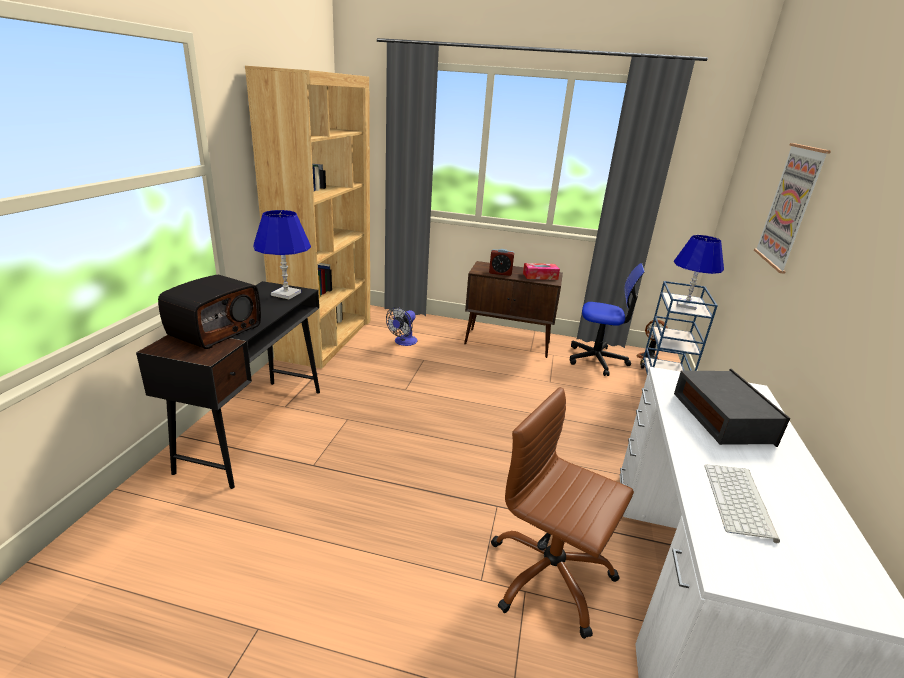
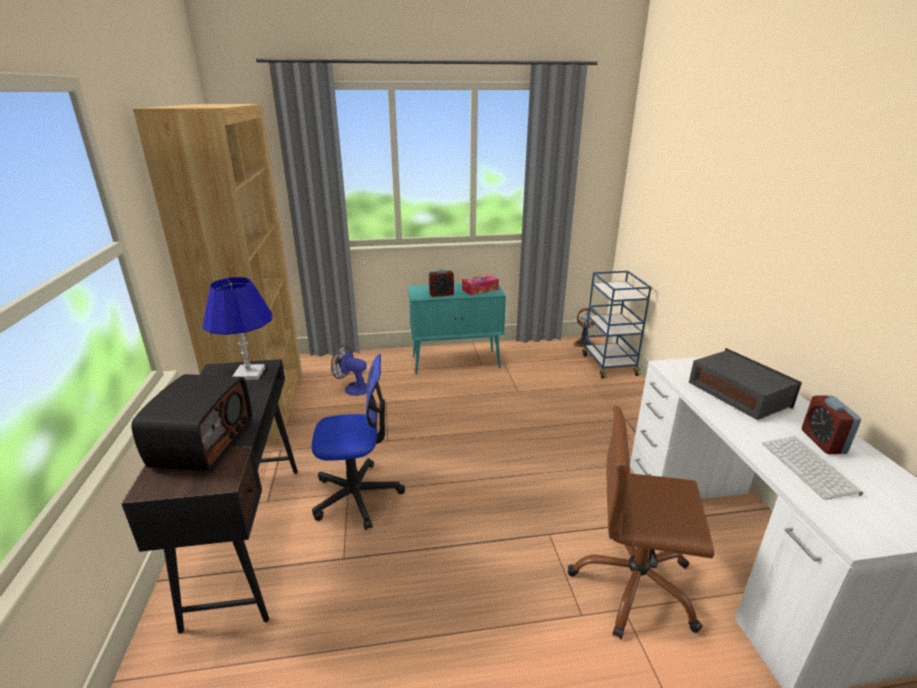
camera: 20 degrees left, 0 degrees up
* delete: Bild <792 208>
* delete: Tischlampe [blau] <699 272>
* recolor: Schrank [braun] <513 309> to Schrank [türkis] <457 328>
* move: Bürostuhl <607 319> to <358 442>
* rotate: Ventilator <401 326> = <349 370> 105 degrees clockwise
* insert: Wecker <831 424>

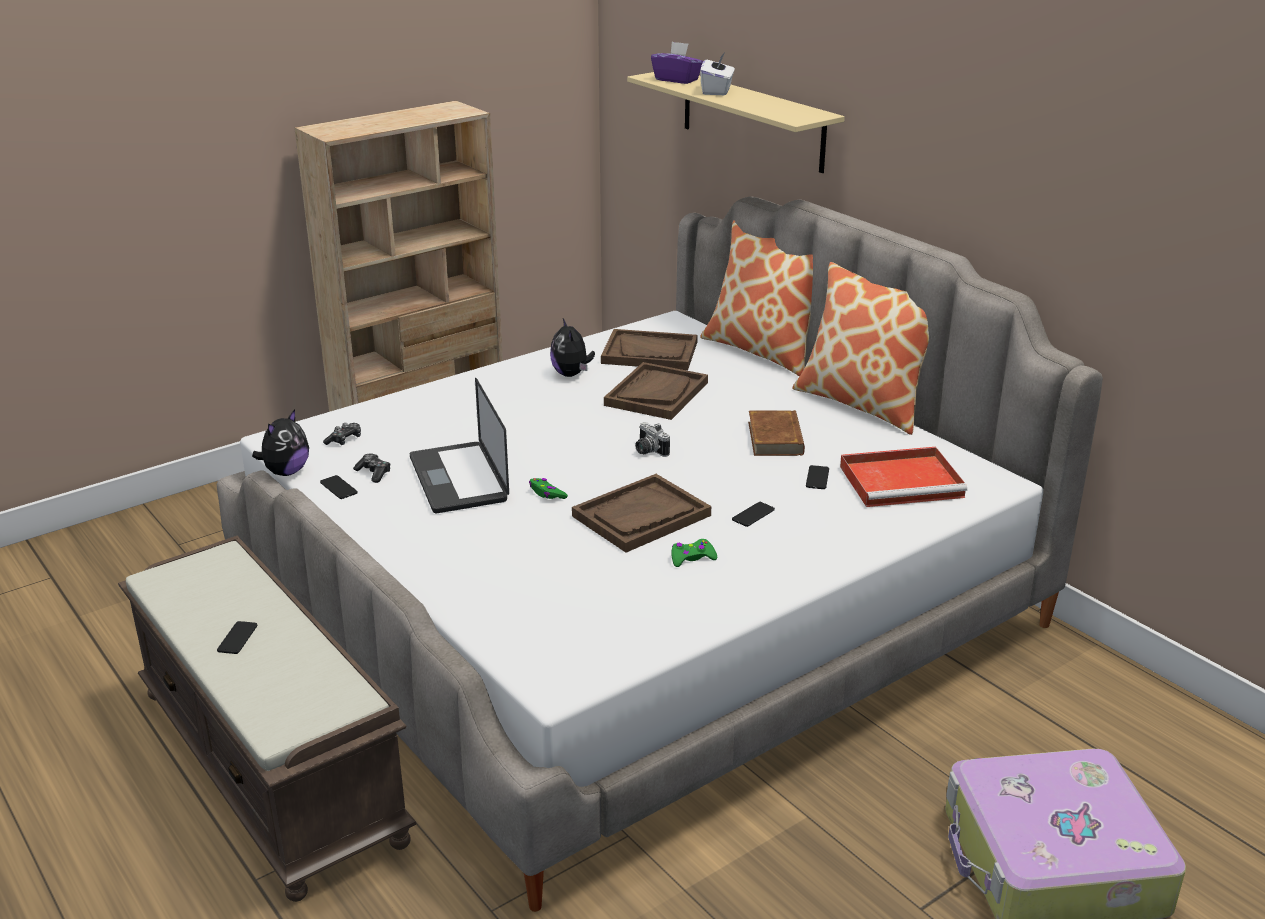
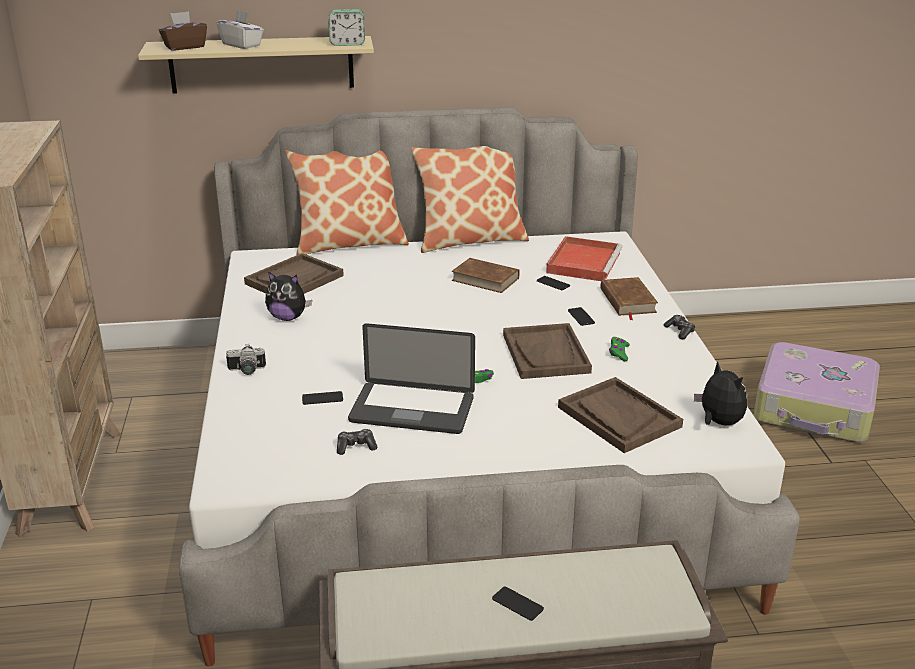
camera: 60 degrees left, 0 degrees up
* recolor: Taschentuchbox [lila] <677 62> to Taschentuchbox [braun] <183 31>
* move: Tablett [braun] <656 391> to <620 415>
* move: Plüschtier <280 442> to <720 393>
* move: Kamera <652 439> to <246 359>
* move: Gamepad <342 434> to <679 327>
* move: Handy <339 487> to <322 398>
* insert: Wecker <346 27>
* insert: Buch [braun] <629 298>

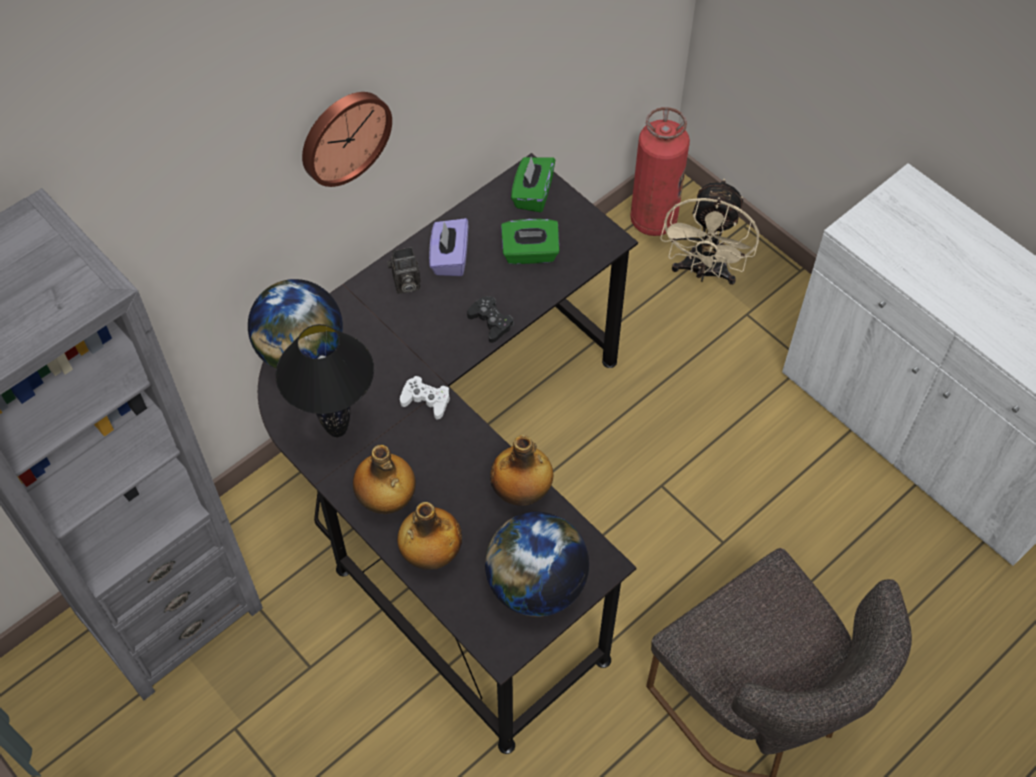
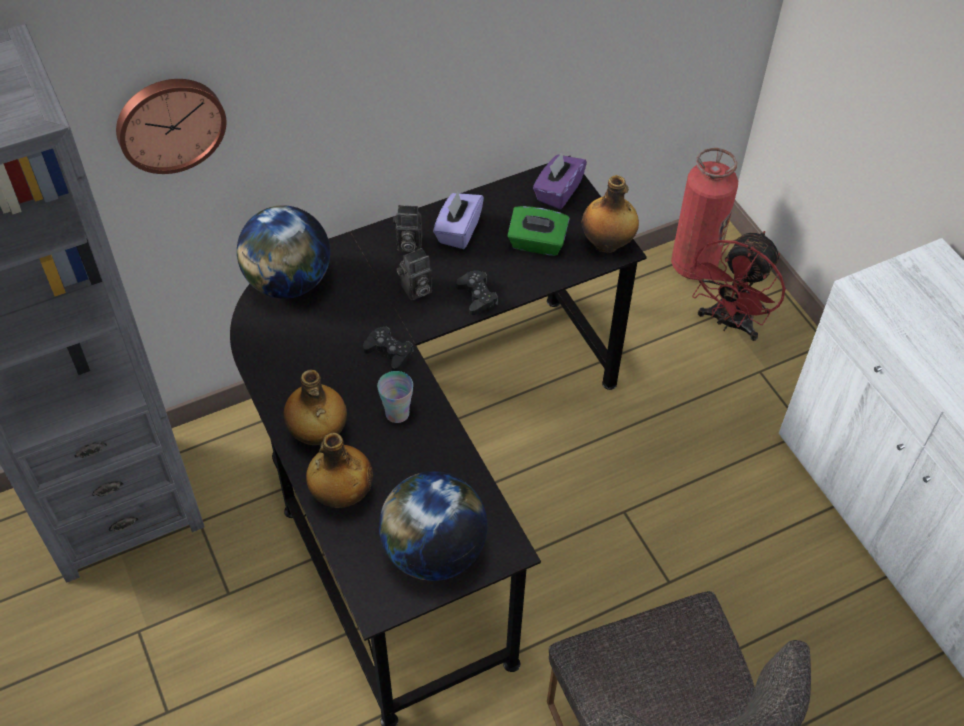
camera: 15 degrees right, 5 degrees down
* move: Wanduhr <347 139> to <171 126>
* recolor: Taschentuchbox [grün] <533 184> to Taschentuchbox [lila] <560 181>
* recolor: Ventilator [beige] <709 231> to Ventilator [rot] <736 286>
* delete: Tischlampe [schwarz] <325 380>
* recolor: Gamepad [weiß] <425 398> to Gamepad [schwarz] <388 348>
* move: Flasche <521 470> to <610 214>
* insert: Kamera <415 274>
* insert: Tasse <395 397>

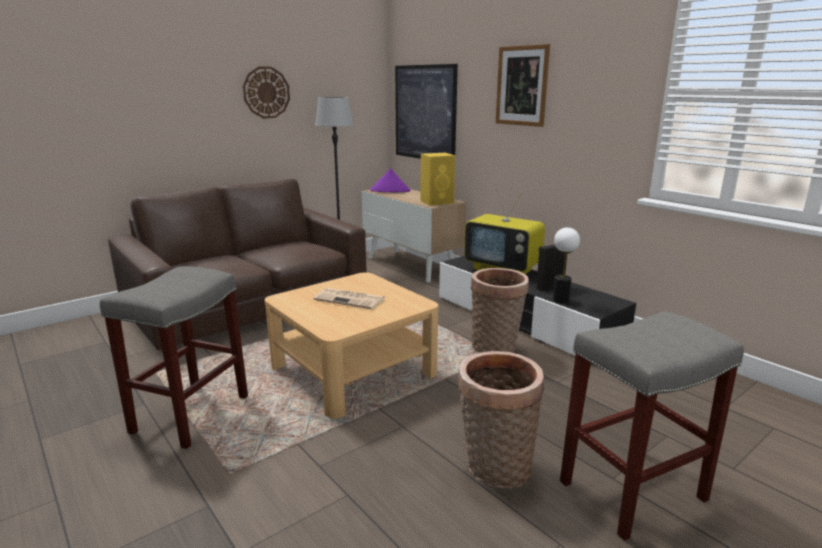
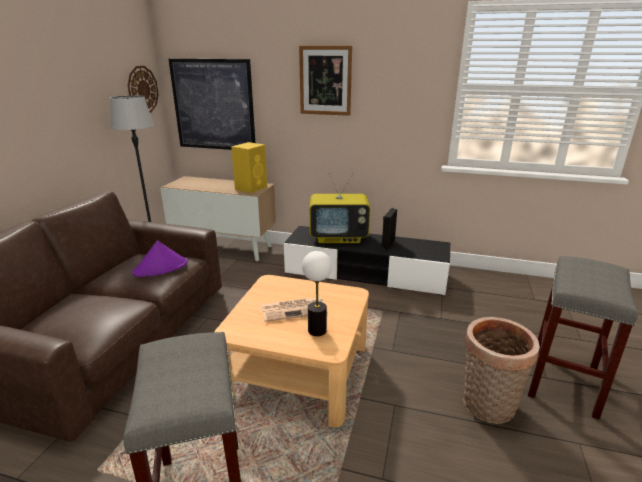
camera: 35 degrees left, 5 degrees up
* move: Wanduhr <266 92> to <143 89>
* move: Hut [lila] <390 180> to <160 258>
* move: Tischlampe <566 265> to <317 293>
* delete: Korb <500 310>

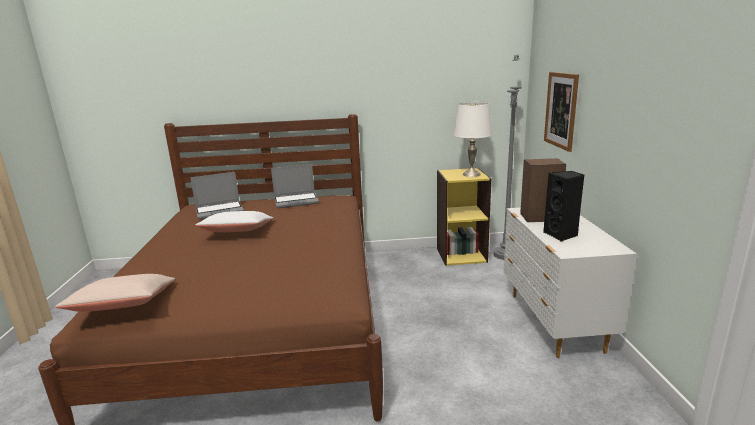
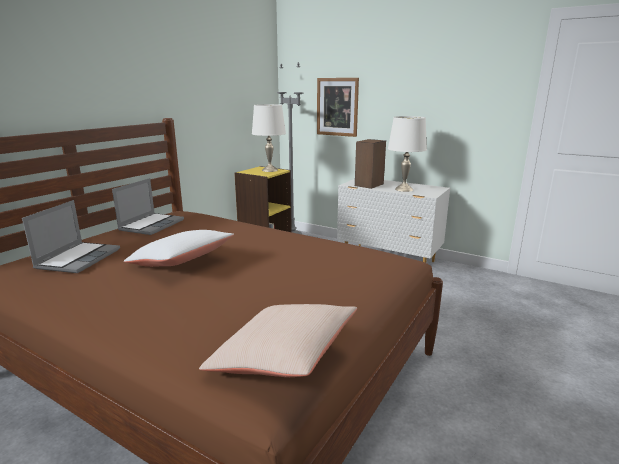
camera: 55 degrees left, 0 degrees up
* replace: Lautsprecher [schwarz] <564 206> to Tischlampe [weiß] <407 154>

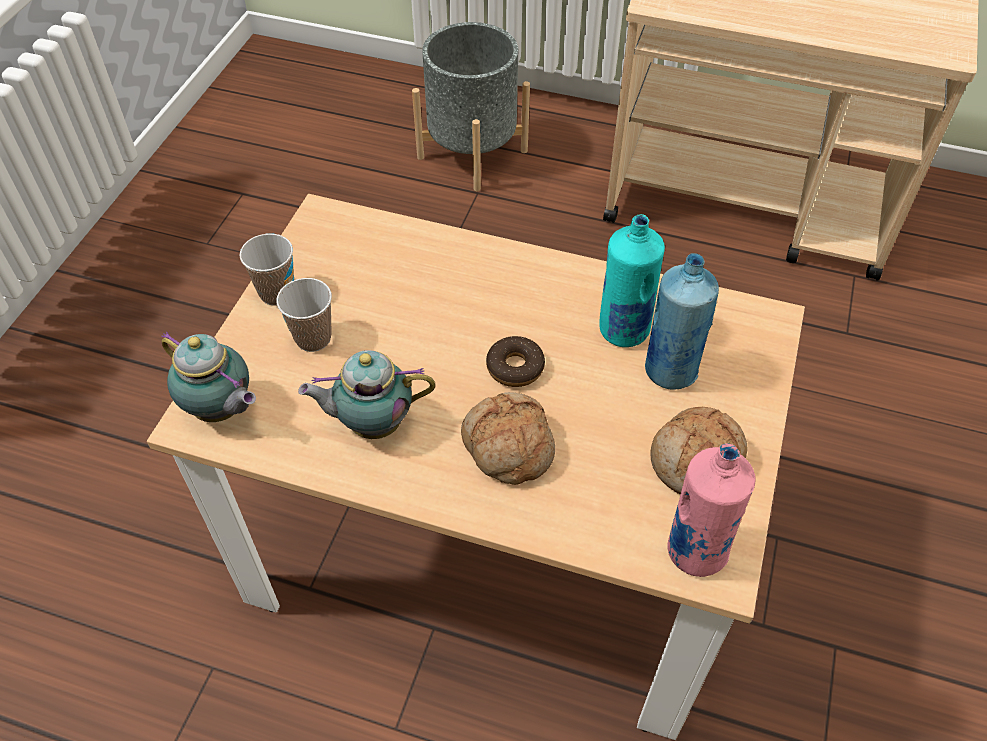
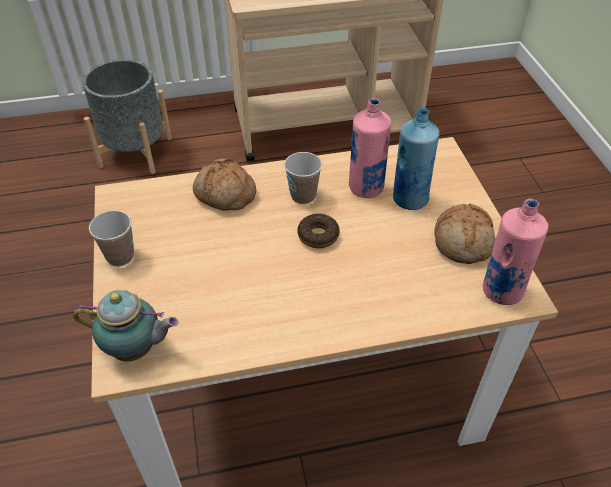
camera: 30 degrees left, 5 degrees down
* recolor: Flasche [türkis] <632 280> to Flasche [rosa] <370 148>
* move: Tasse <304 315> to <303 178>
* delete: Teekanne <366 394>
* move: Brot <508 438> to <224 184>

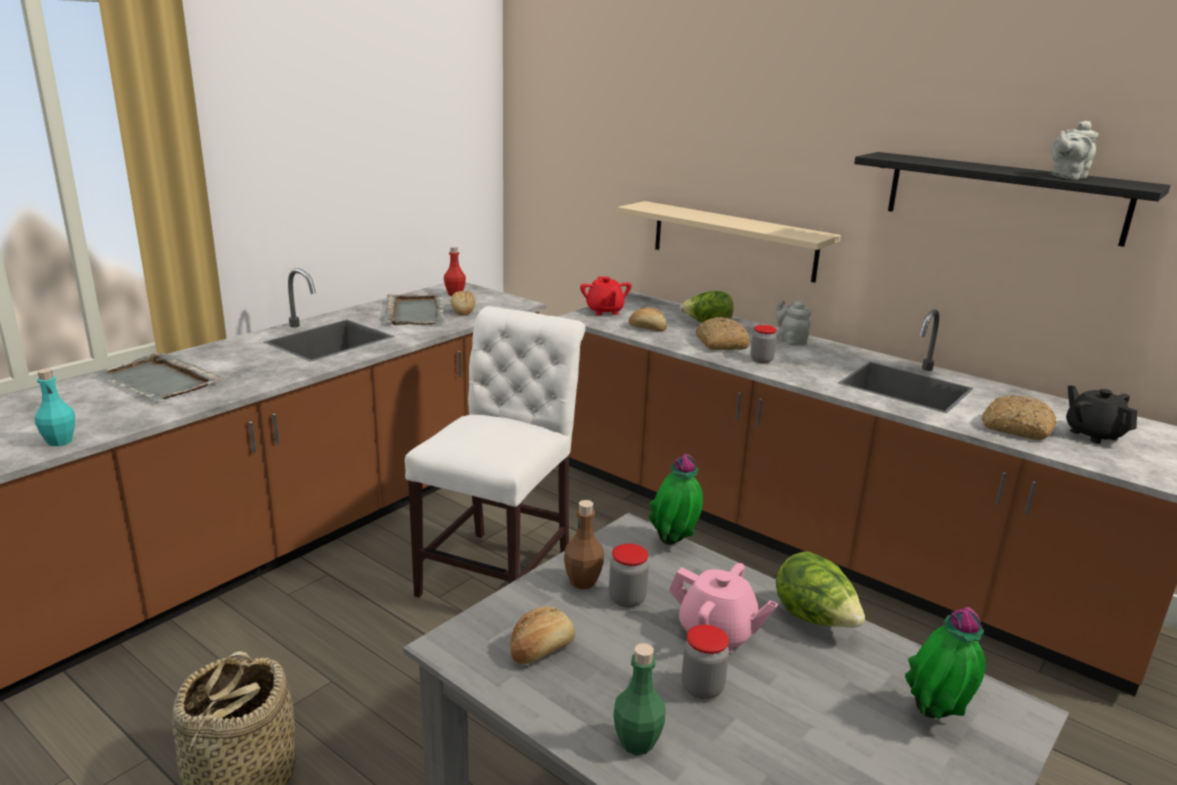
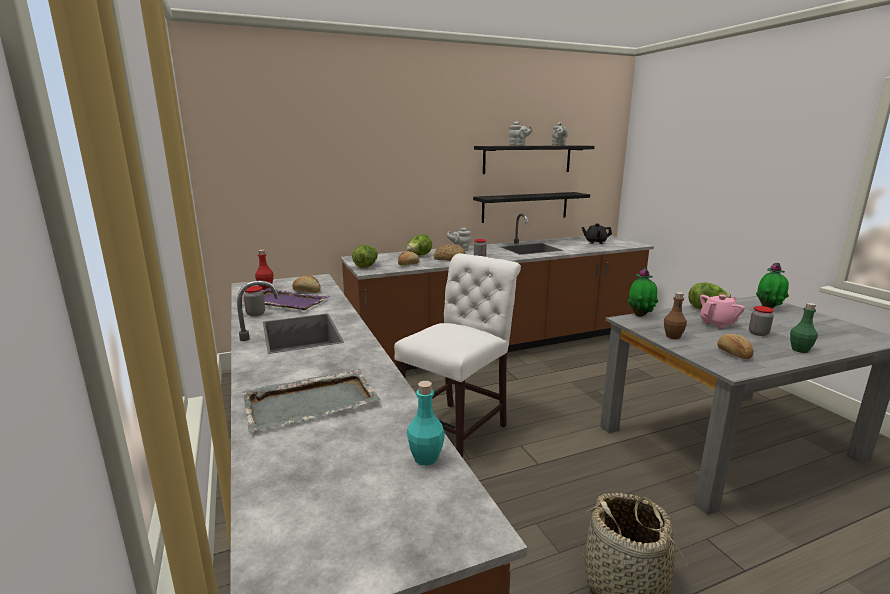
camera: 60 degrees left, 5 degrees down
* delete: Wandregal [beige] <729 242>
* replace: Teekanne [rot] <606 296> to Salatkopf <365 256>
* recolor: Tablett [grau] <415 309> to Tablett [lila] <286 299>
* rotate: Stuhl [weiß] <495 451> = <457 355> 75 degrees clockwise
* delete: Brot <1019 417>
* move: Vorratsglas <629 576> to <254 301>
* insert: Teekanne [grau] <520 133>
* insert: Wandregal [schwarz] <531 207>

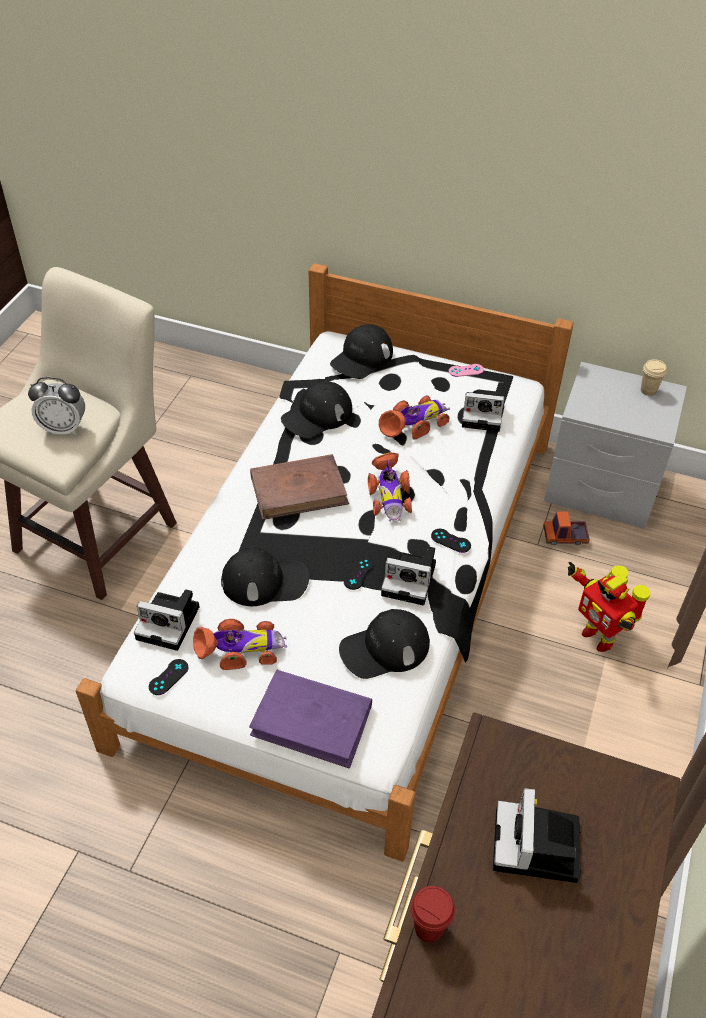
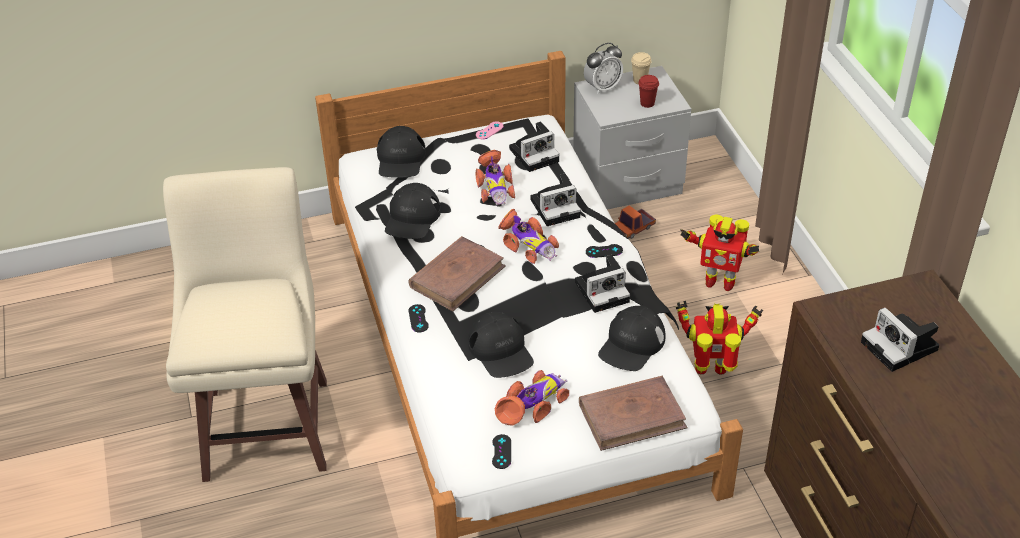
camera: 35 degrees left, 5 degrees down
* move: Wecker <56 406> to <603 69>
* rotate: Spielzeugauto <414 417> = <495 178> 150 degrees clockwise
* rotate: Kappe [schwarz] <265 576> = <501 345> 105 degrees clockwise
* move: Gamepad [schwarz] <359 573> to <419 318>
* move: Kamera <167 620> to <555 200>
* recolor: Buch [lila] <310 719> to Buch [braun] <633 413>
* move: Tasse [rot] <433 914> to <648 91>
* insert: Spielzeugroboter <719 338>

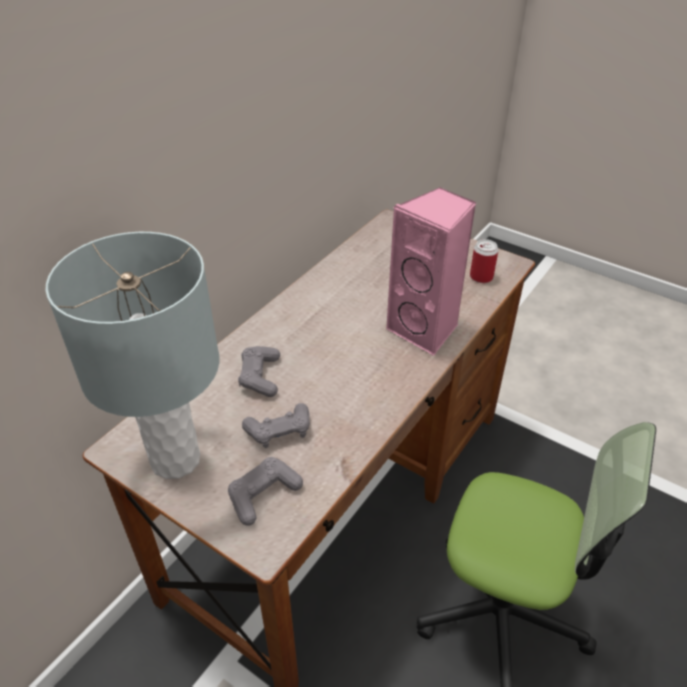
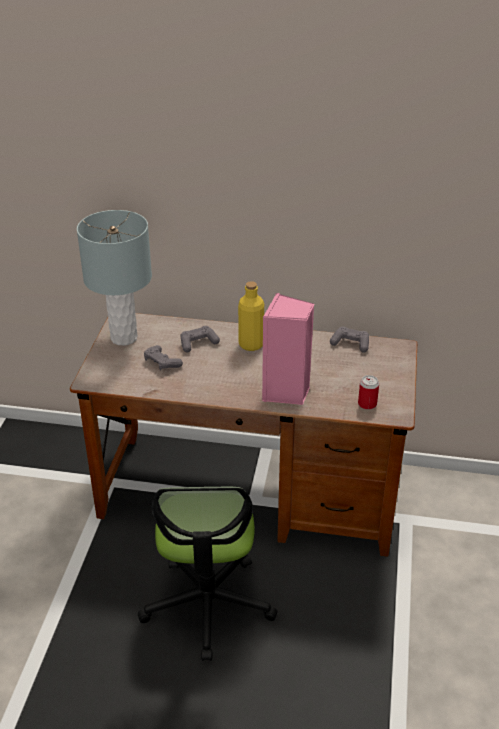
camera: 65 degrees right, 5 degrees down
* move: Gamepad [grau] <265 491> to <349 339>
* insert: Flasche [gelb] <251 316>

